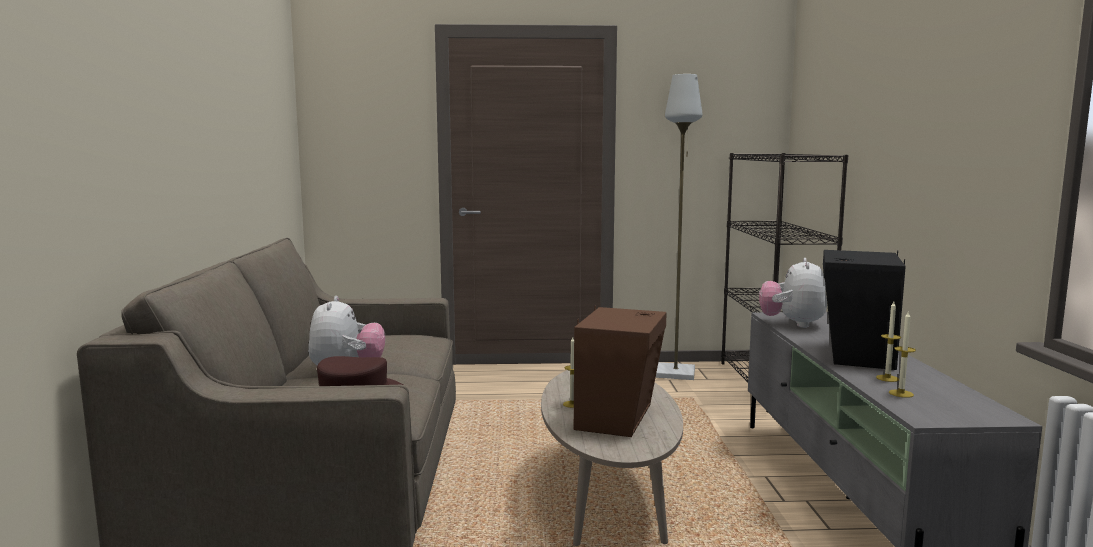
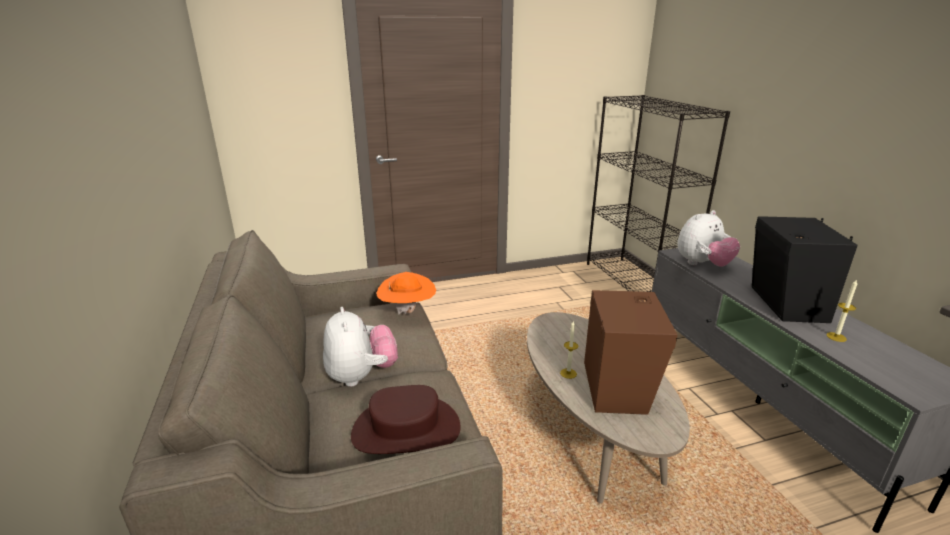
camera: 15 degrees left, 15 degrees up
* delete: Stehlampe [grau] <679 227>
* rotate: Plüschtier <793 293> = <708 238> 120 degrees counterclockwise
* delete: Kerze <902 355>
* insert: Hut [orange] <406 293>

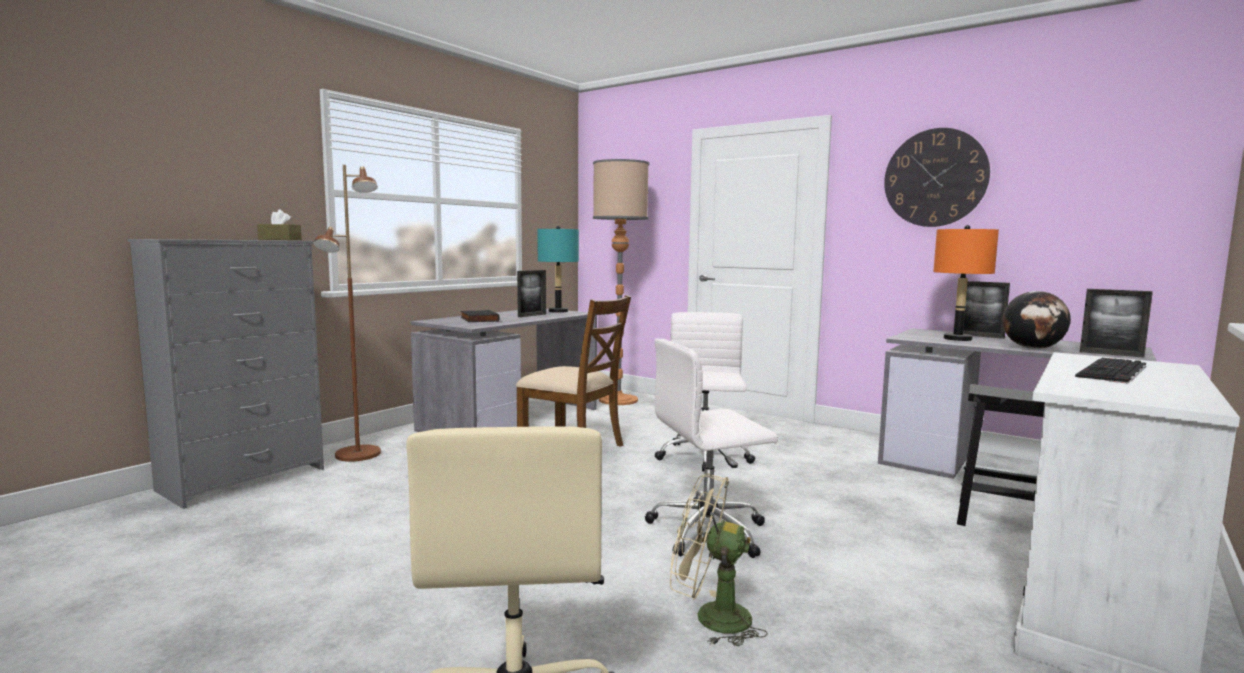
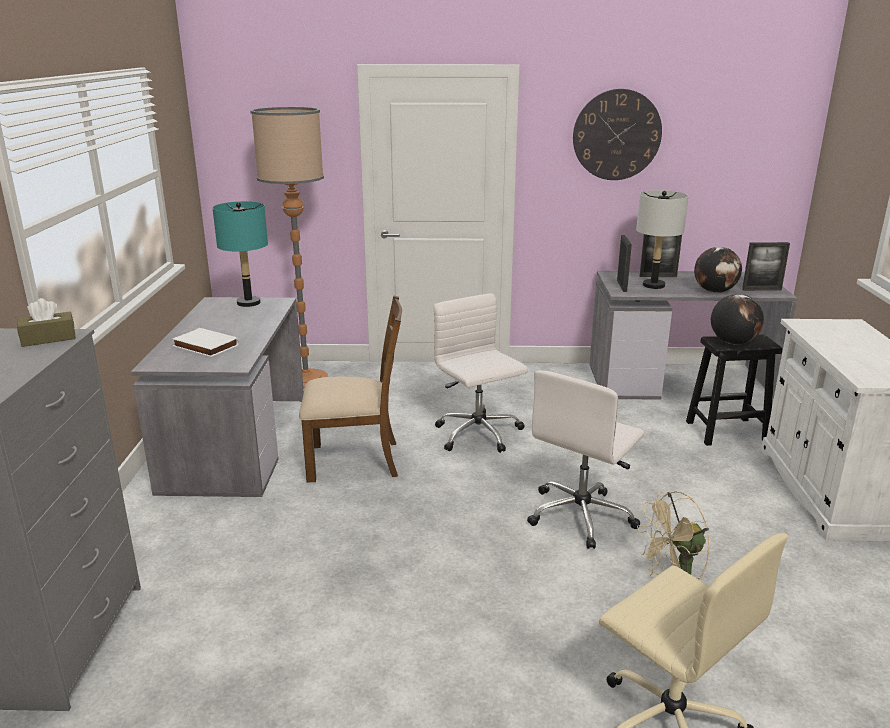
camera: 35 degrees left, 15 degrees up
* delete: Stehlampe [braun] <347 313>
* recolor: Tischlampe [orange] <966 283> to Tischlampe [grau] <662 239>
* move: Bilderrahmen <531 293> to <624 263>
* recolor: Buch [schwarz] <480 316> to Buch [weiß] <205 342>
* delete: Tastatur <1110 371>
* insert: Globus <737 319>

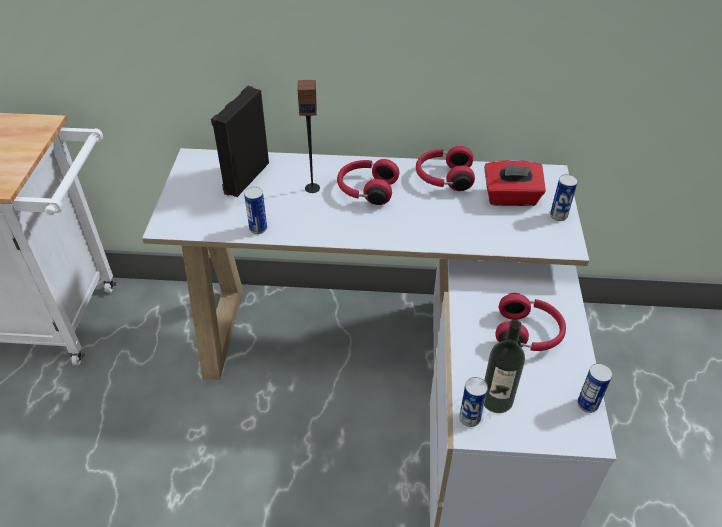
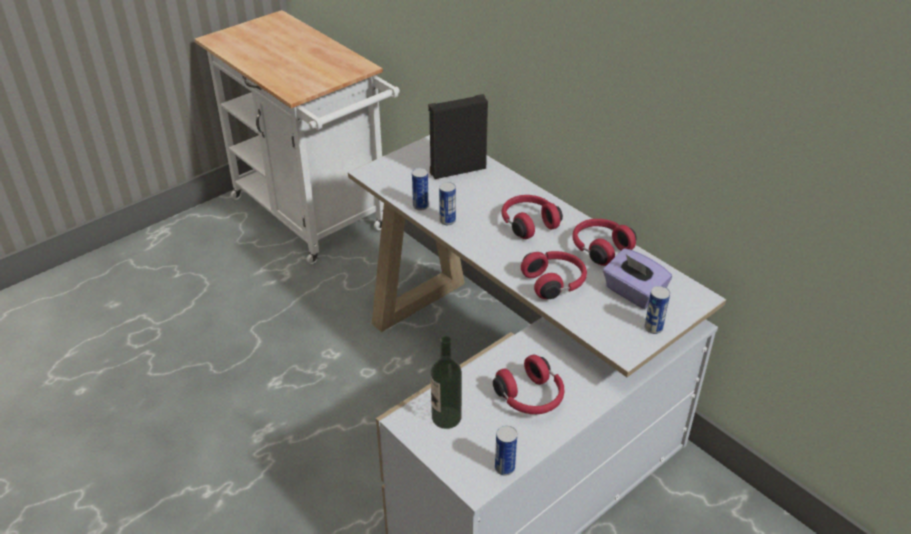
camera: 45 degrees right, 5 degrees down
* delete: Lautsprecher <309 136>
* recolor: Taschentuchbox [rot] <515 183> to Taschentuchbox [lila] <637 279>
* move: Dose <473 402> to <447 203>
* insert: Kopfhörer [rot] <554 275>

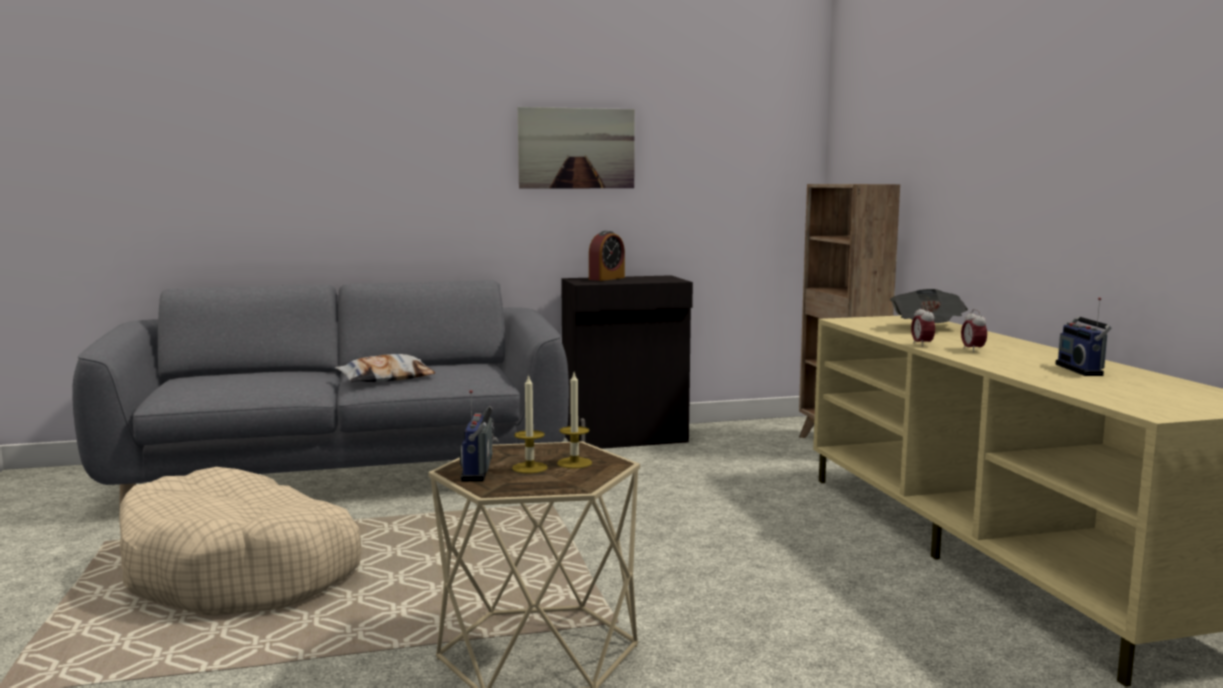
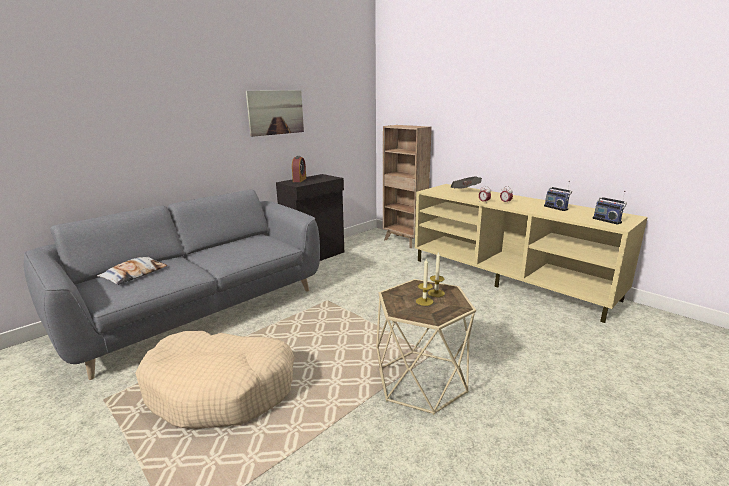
camera: 30 degrees left, 10 degrees up
* move: Kissen <385 368> to <132 271>
* move: Radio <479 436> to <610 208>

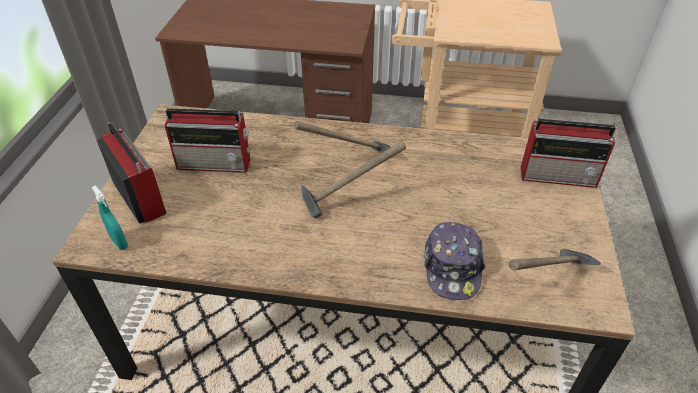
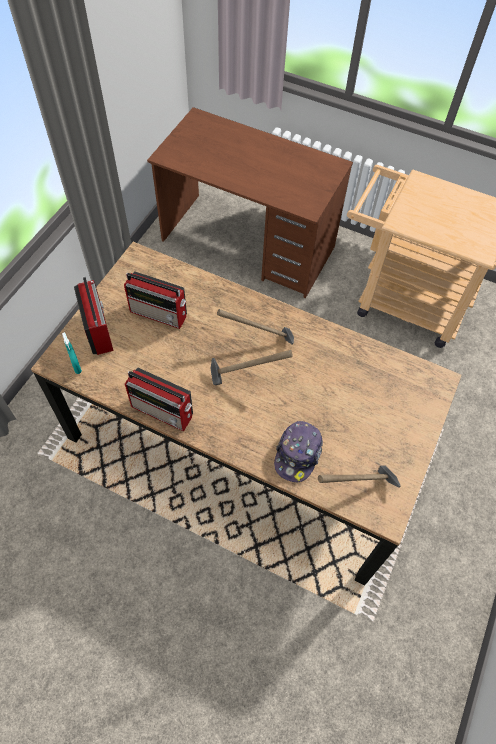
camera: 15 degrees right, 15 degrees up
* move: Radio <569 153> to <159 400>

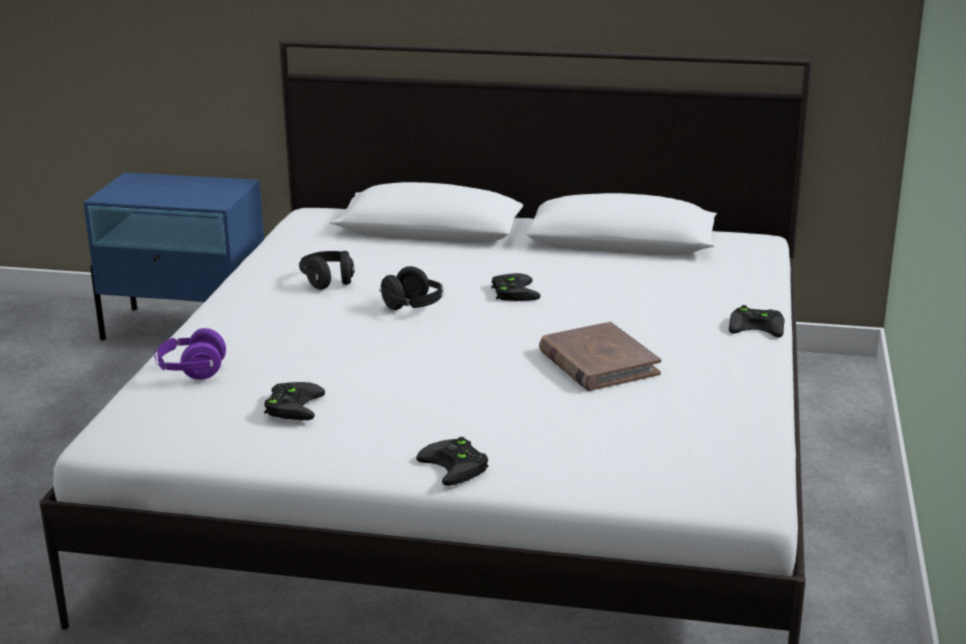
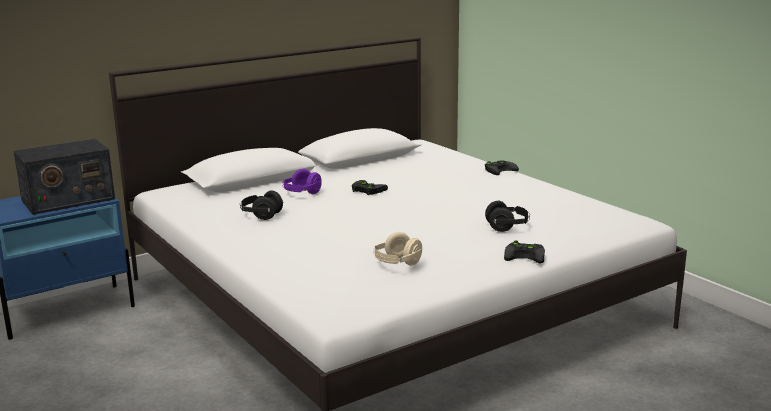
camera: 45 degrees left, 5 degrees down
* move: Kopfhörer [schwarz] <411 288> to <507 216>
* delete: Buch [braun] <600 356>
* move: Kopfhörer [lila] <190 354> to <302 181>
* replace: Gamepad [schwarz] <294 401> to Kopfhörer [beige] <397 249>
* insert: Radio <64 177>

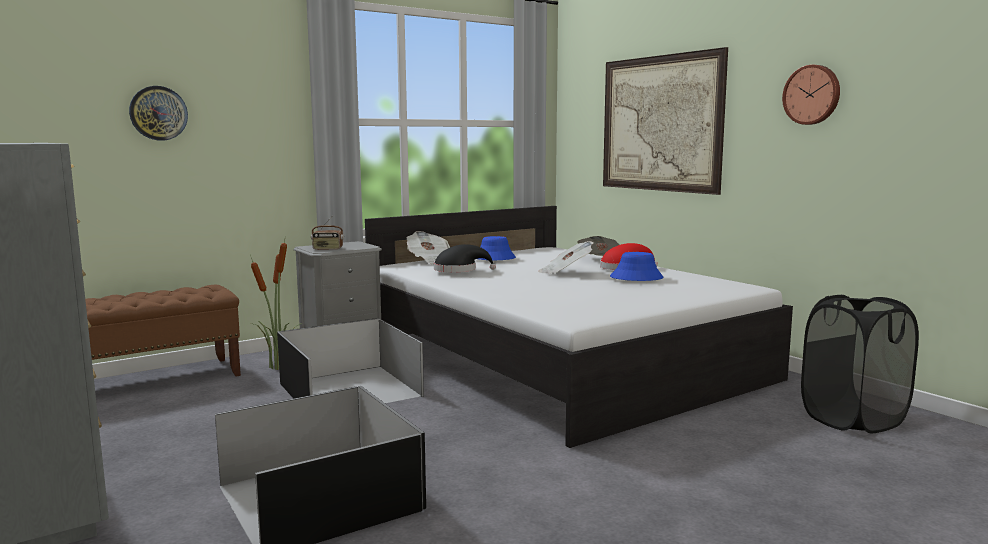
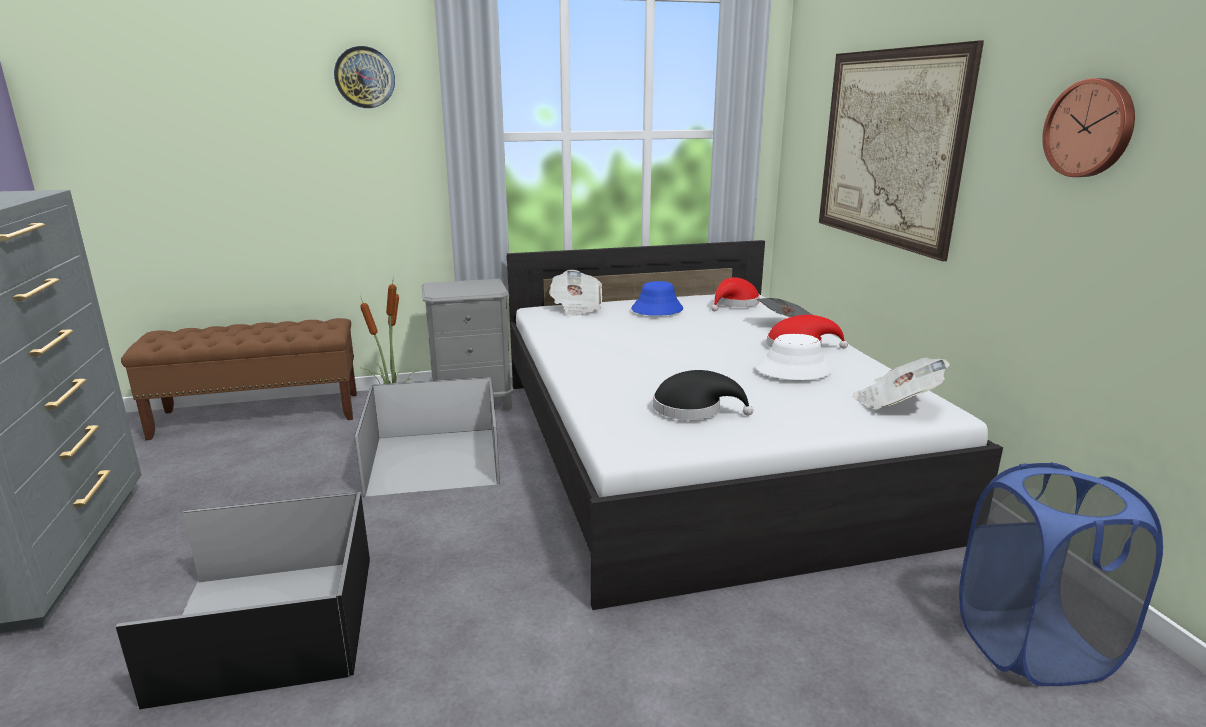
camera: 20 degrees right, 10 degrees up
* move: Wanduhr <158 113> to <364 77>
* delete: Radio <327 234>
* move: Zeitung <566 257> to <901 384>
* move: Hut [schwarz] <465 258> to <703 395>
* recolor: Hut [blau] <636 266> to Hut [weiß] <794 357>
* recolor: Wäschekorb [schwarz] <860 364> to Wäschekorb [blau] <1061 574>
* insert: Hut [rot] <735 294>

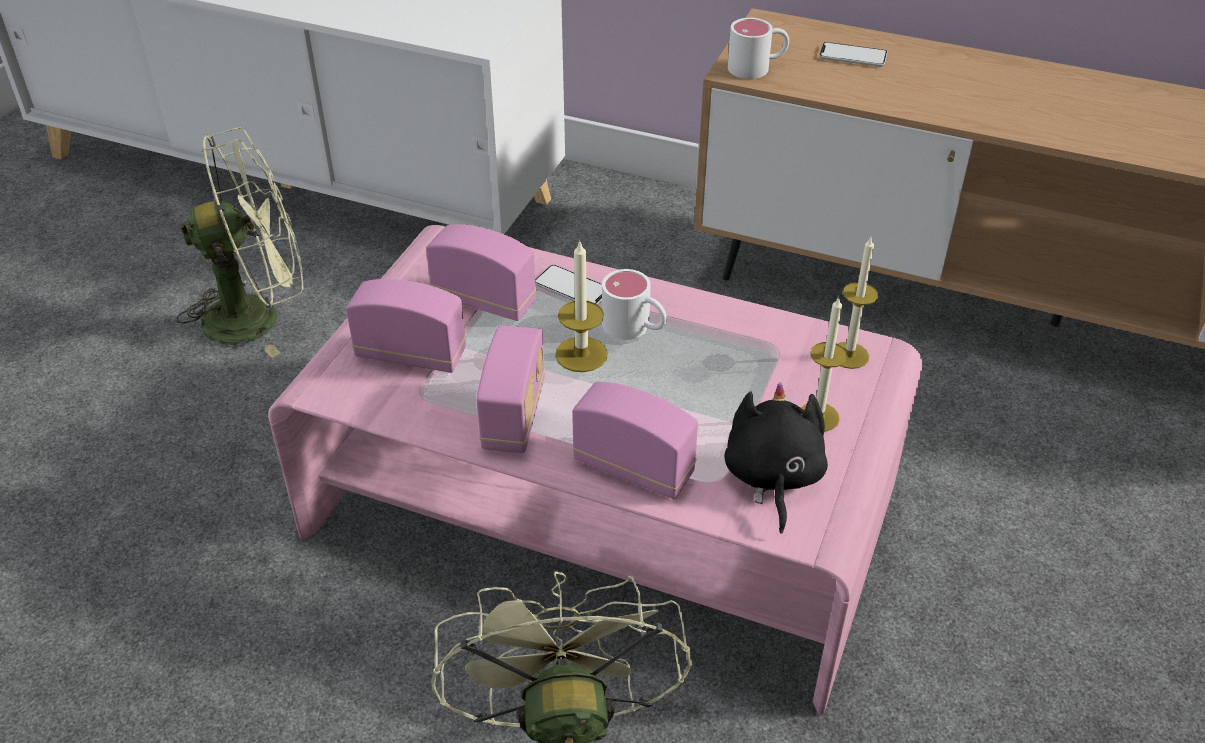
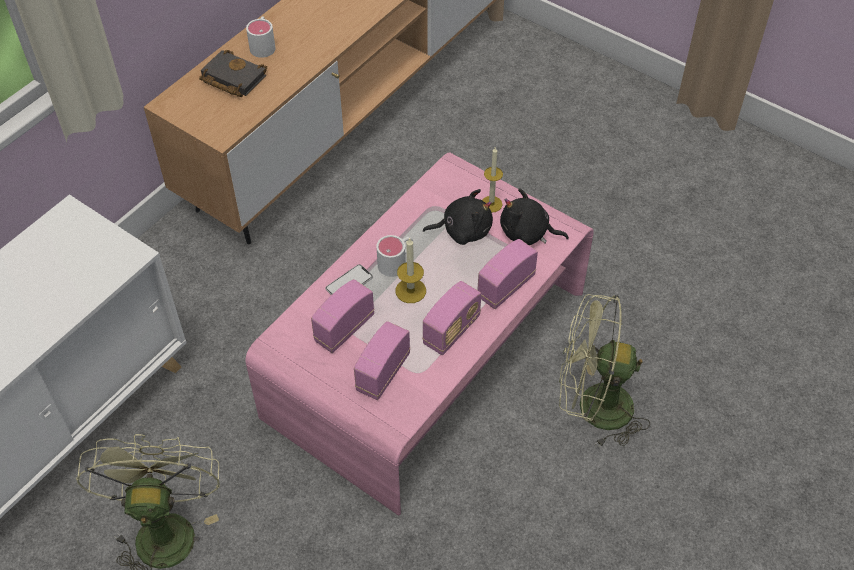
camera: 75 degrees left, 10 degrees up
* move: Henkelbecher [weiß] <758 48> to <261 37>
* replace: Handy <853 54> to Buch [schwarz] <233 73>
* delete: Kerze <858 303>
* rotate: Radio <510 389> = <451 318> 105 degrees clockwise
* insert: Plüschtier [schwarz] <458 217>

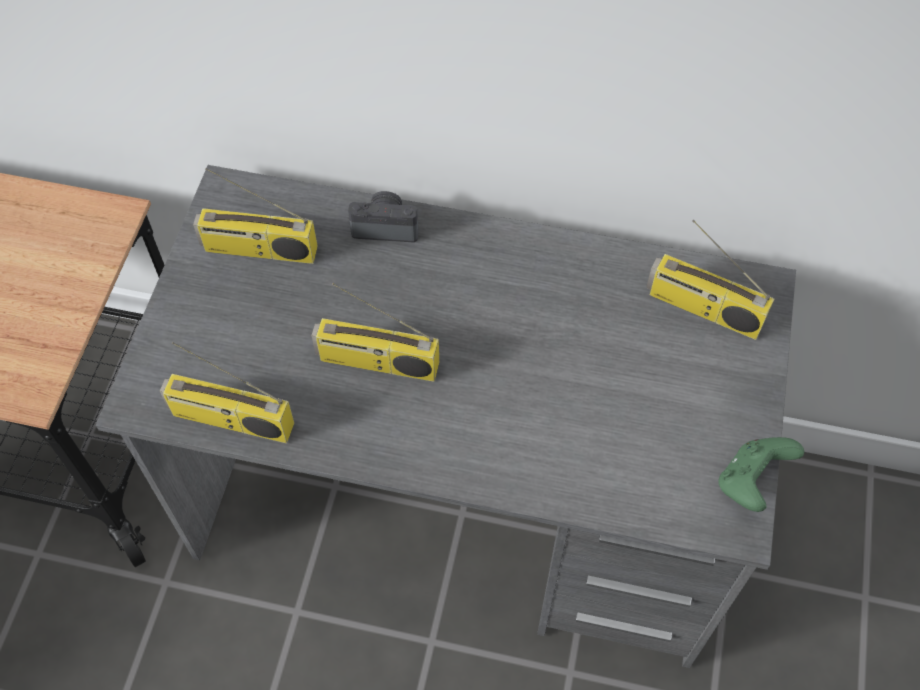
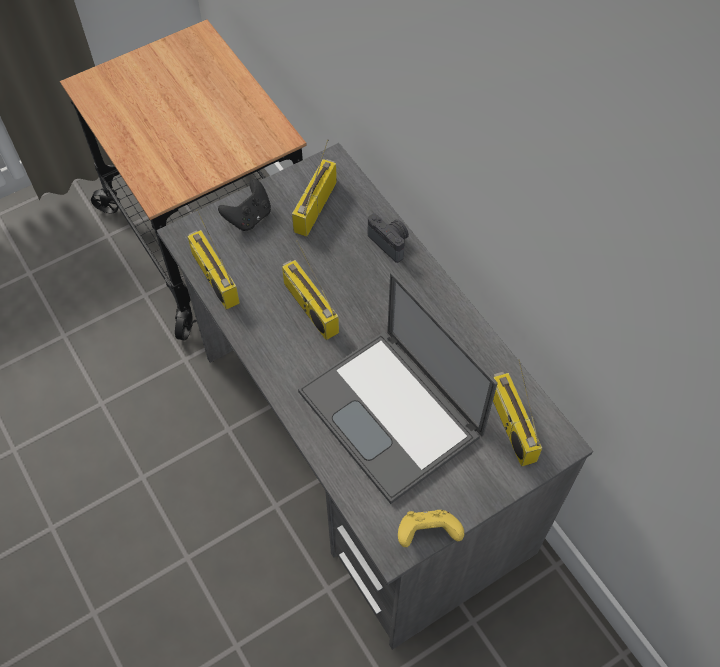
camera: 45 degrees right, 0 degrees up
* rotate: Radio <255 216> = <314 188> 60 degrees clockwise
* recolor: Gamepad [grün] <761 474> to Gamepad [gelb] <431 528>
* insert: Gamepad [schwarz] <244 205>
* insert: Laptop <398 388>

